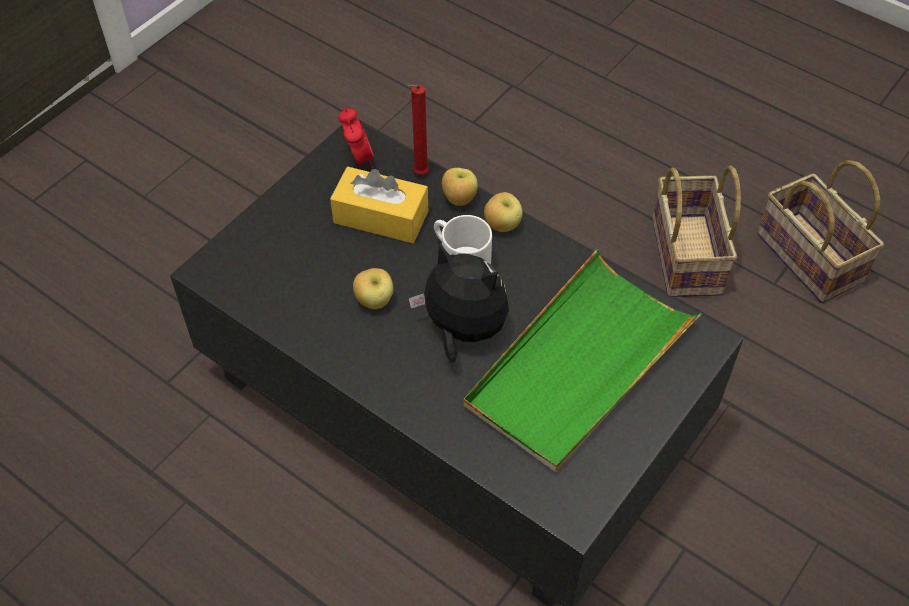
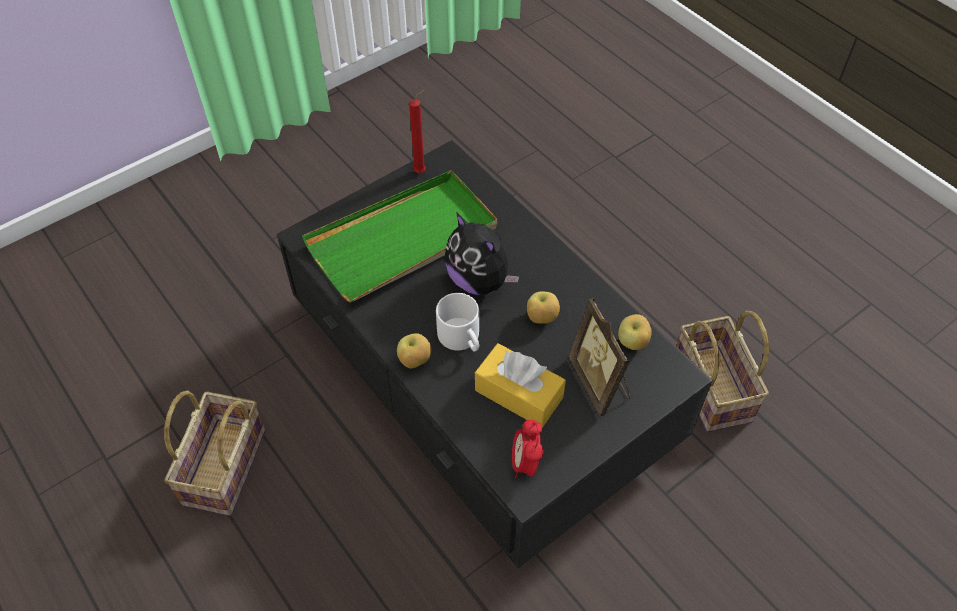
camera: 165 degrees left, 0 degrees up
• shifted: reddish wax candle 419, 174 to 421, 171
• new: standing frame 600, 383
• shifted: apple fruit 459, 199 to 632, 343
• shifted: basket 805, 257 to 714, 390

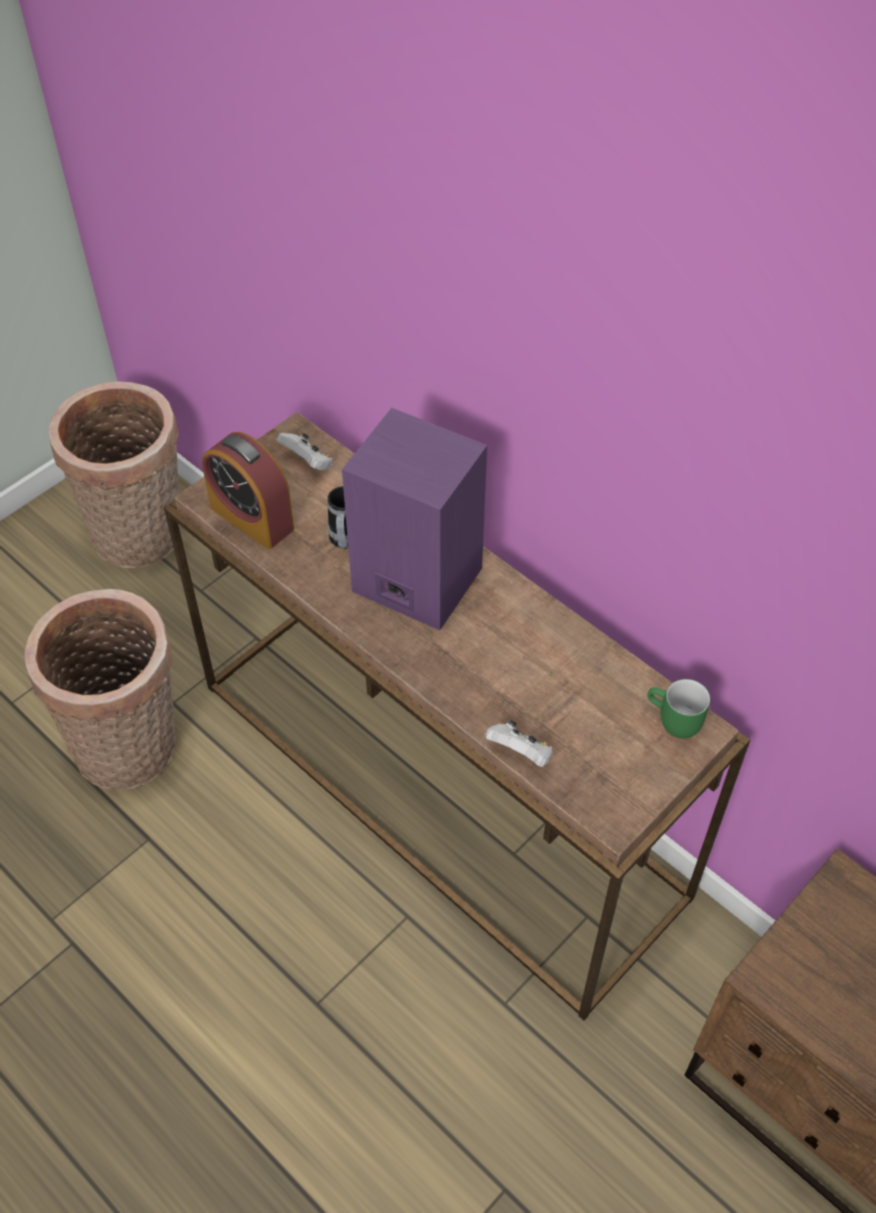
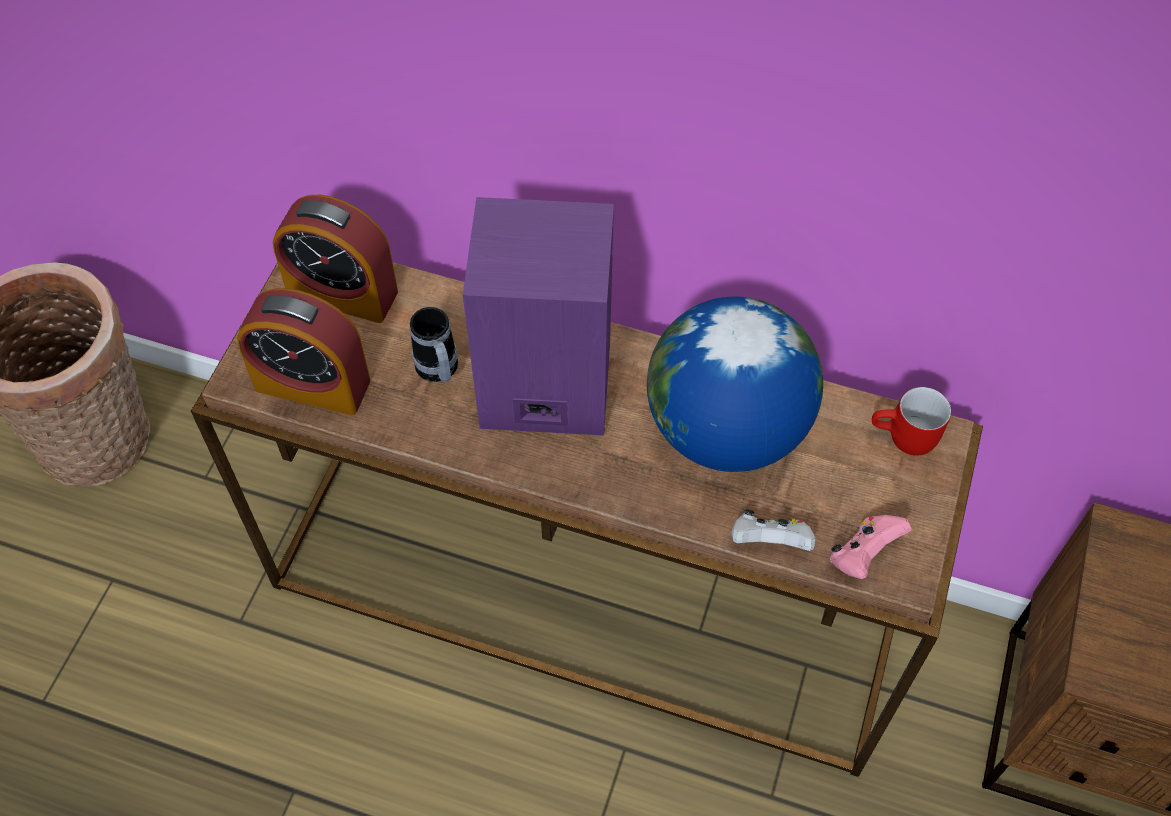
camera: 25 degrees left, 5 degrees up
• swapped: white-coloured gamepad 308, 463 to alarm clock 343, 293
• new: globe 726, 429
• new: pink-coloured gamepad 863, 555
• repainted: greenish coffee mug 673, 722 to reddish coffee mug 905, 439
• gone: basket 132, 748

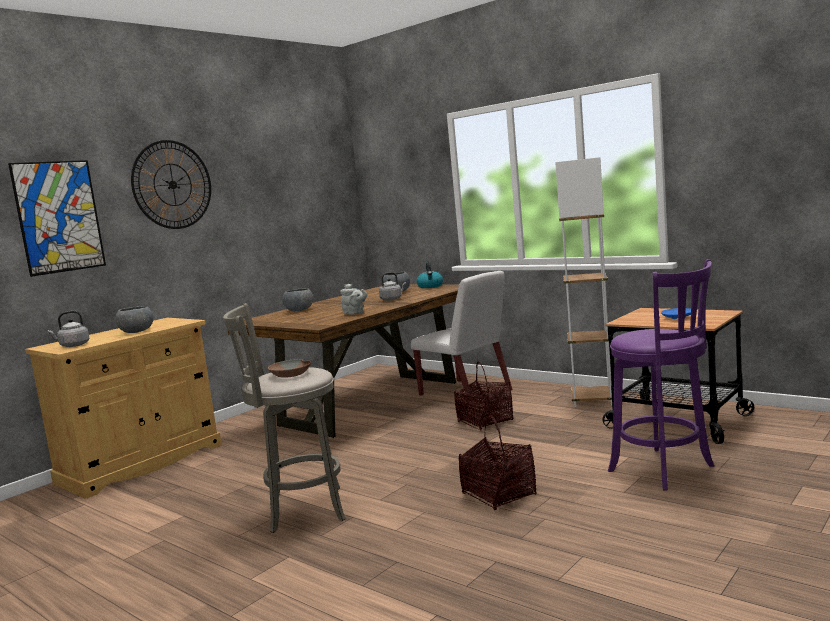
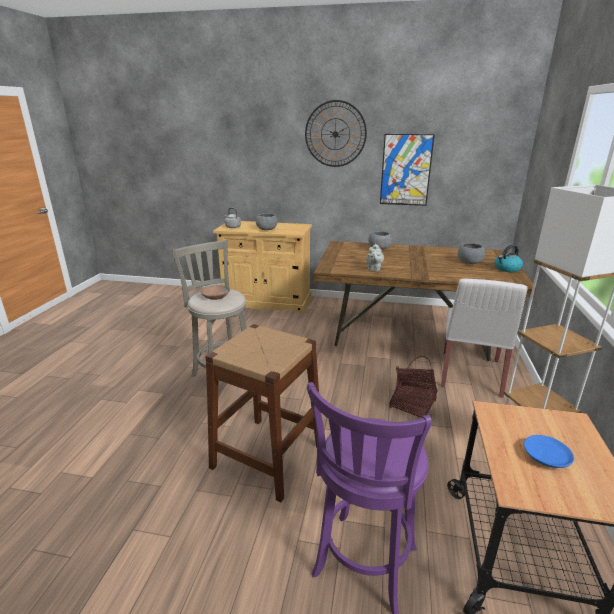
camera: 60 degrees right, 15 degrees up
• swapped: basket 498, 495 to brown-coloured stool seat 267, 456
• shifted: wall picture 59, 217 to 405, 170
• gone: greyish tea kettle 392, 299

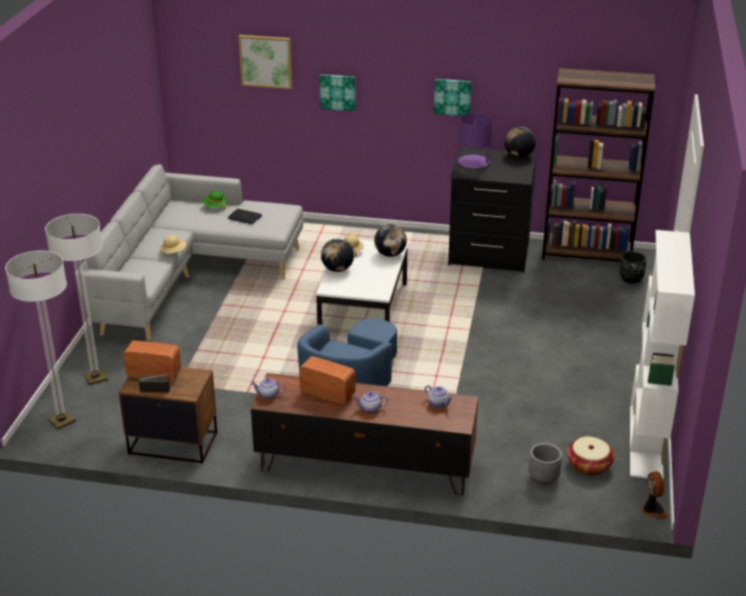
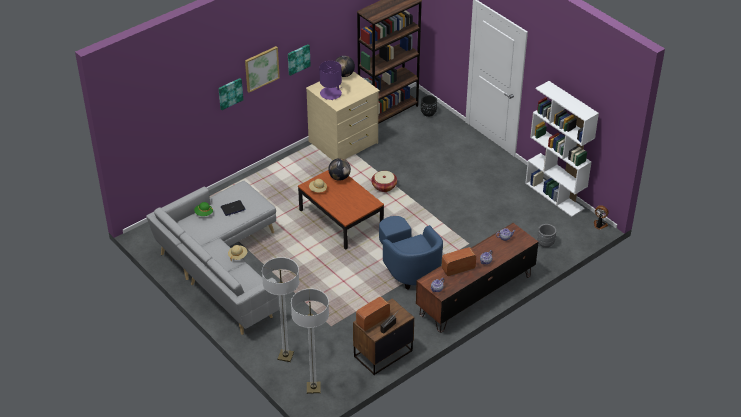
camera: 50 degrees left, 10 degrees up
• shifted: wall picture 266, 61 to 261, 68
• repainted: white-coloured lounge table 363, 308 to brown-coloured lounge table 340, 219
• repainted: black chest of drawers 489, 253 to beige-coloured chest of drawers 344, 143
• shifted: basket 589, 465 to 384, 186
• gone: globe 337, 269

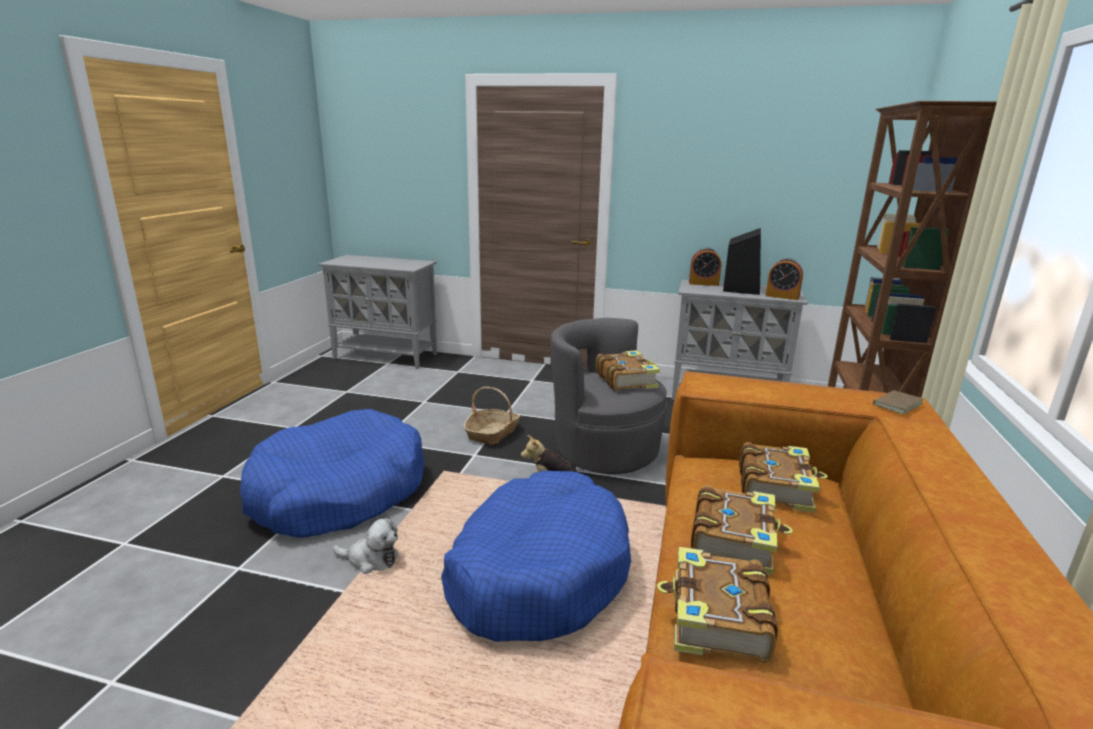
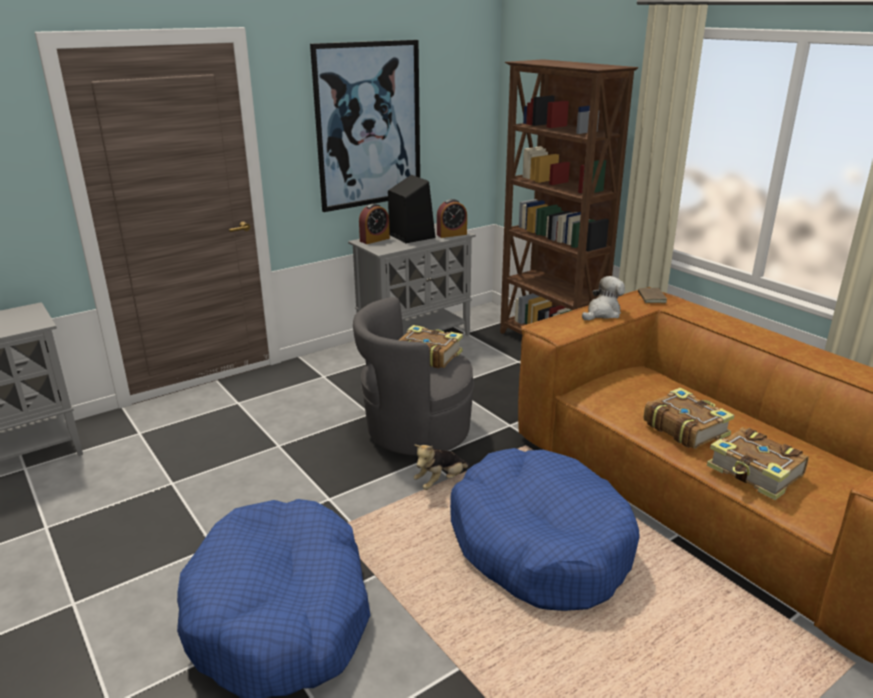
camera: 50 degrees left, 5 degrees up
• new: wall picture 368, 125
• shifted: soft toy 370, 560 to 602, 313
• gone: basket 492, 433
• gone: book 776, 487

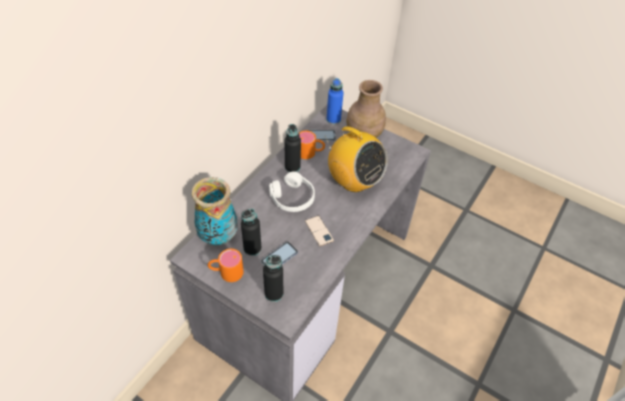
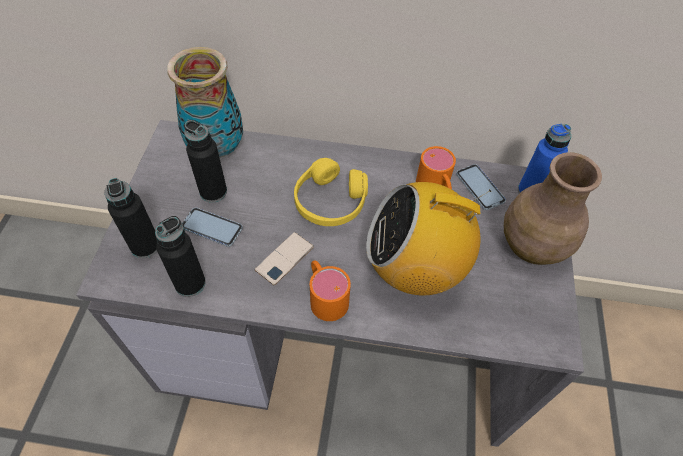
camera: 65 degrees right, 5 degrees up
• shifted: black bottle 292, 167 to 190, 283
• repainted: white-coloured pair of headphones 292, 198 to yellow pair of headphones 330, 201
• shifted: orange-coloured coffee mug 226, 272 to 325, 296
• rotated: radio 353, 181 = 414, 269 75 degrees clockwise

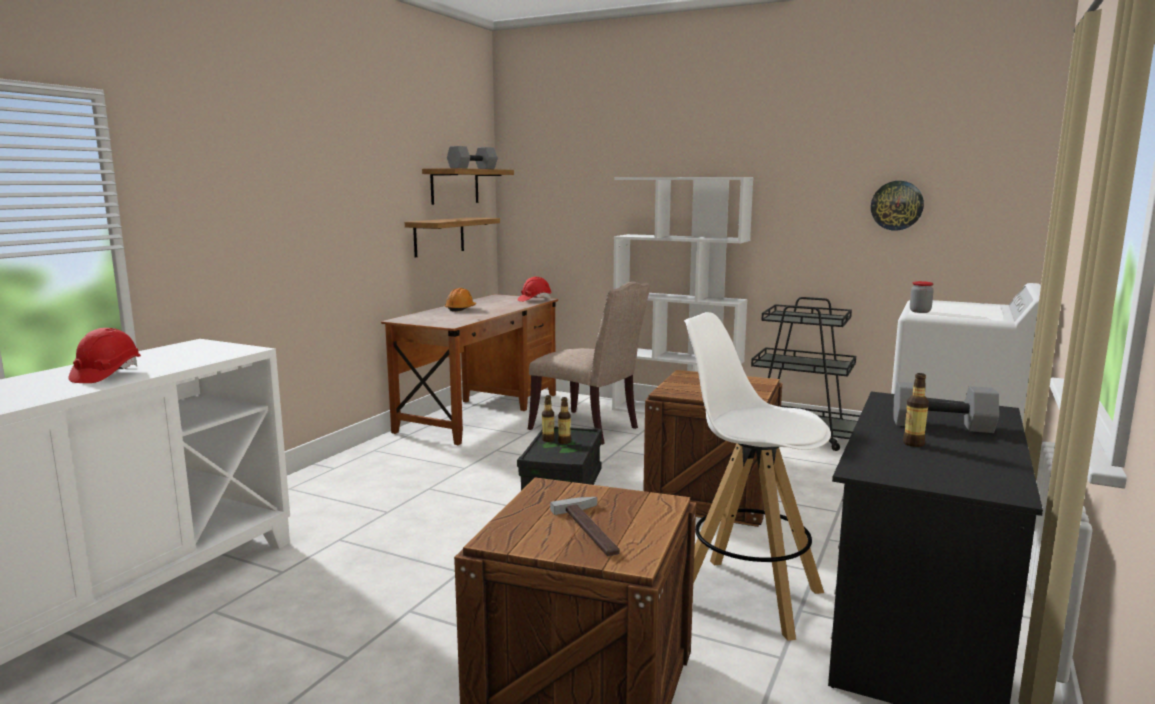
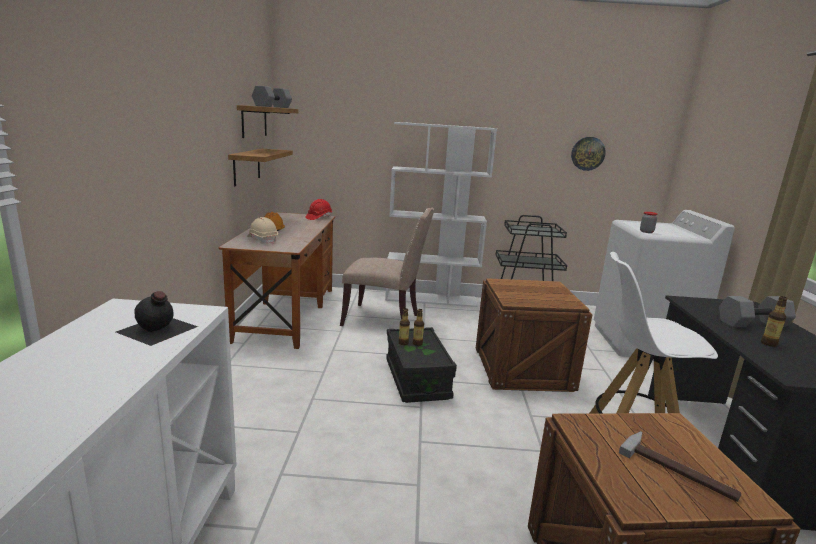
camera: 25 degrees left, 5 degrees up
• new: black bottle 157, 329
• new: beige-coloured hard hat 262, 240
• gone: reddish hard hat 106, 375

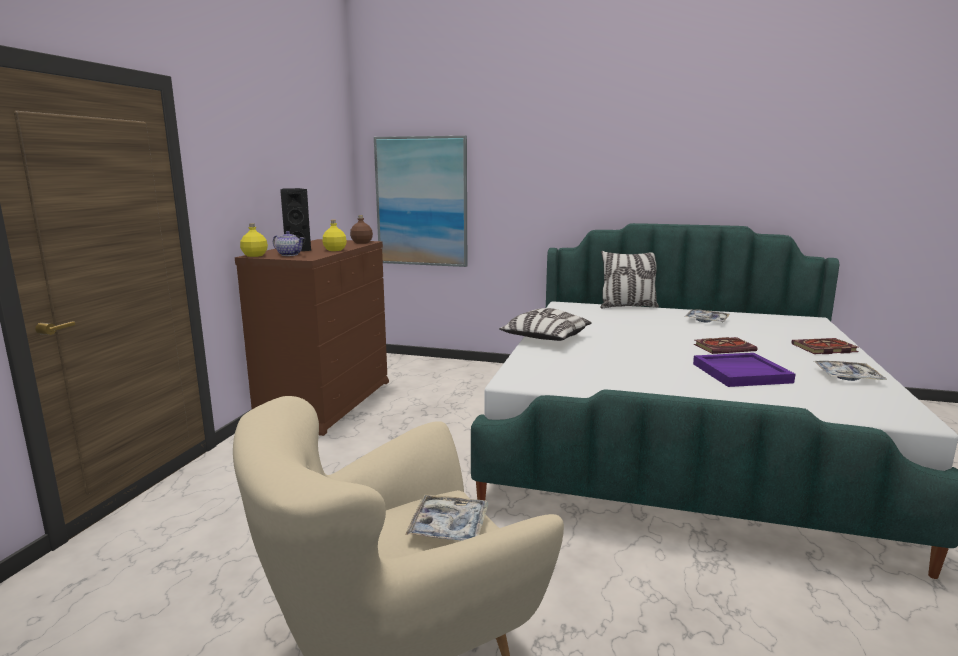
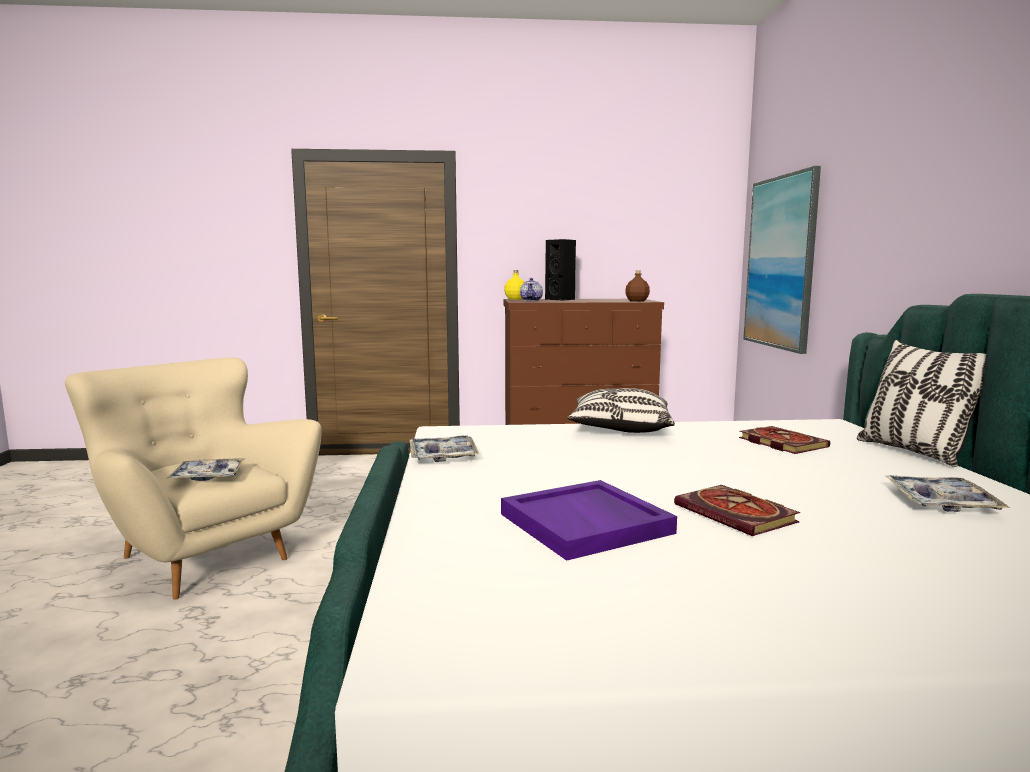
camera: 70 degrees right, 5 degrees down
• shifted: carrying tray 847, 377 to 443, 456
• shifted: book 823, 349 to 780, 443
• gone: yellow bottle 335, 250

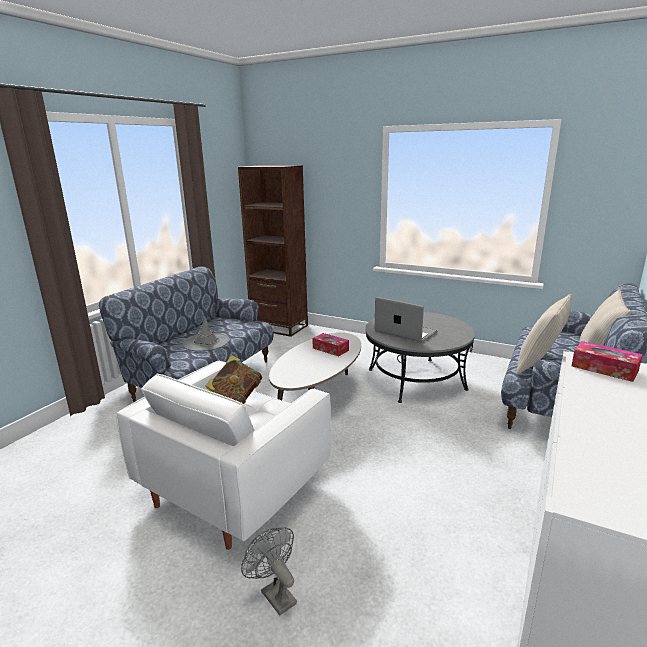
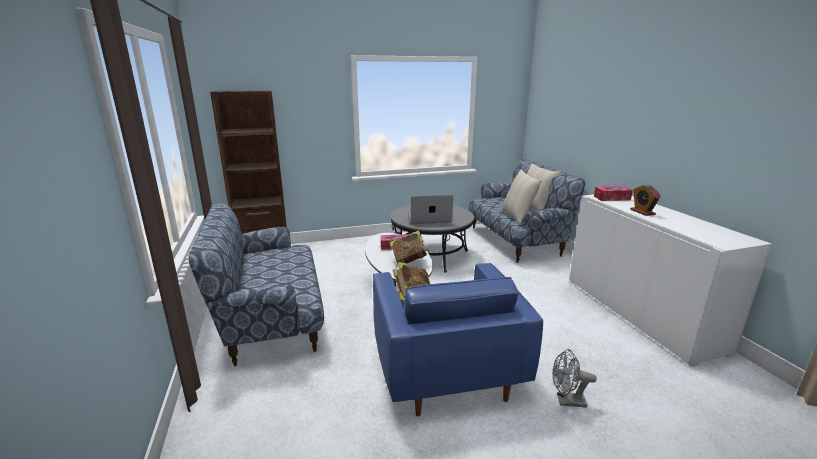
camera: 45 degrees left, 0 degrees up
• repainted: white-coloured easy chair 236, 486 to bluish easy chair 445, 368
• new: book 409, 261
• new: alarm clock 642, 212
• gone: greyish clothing hat 206, 342

